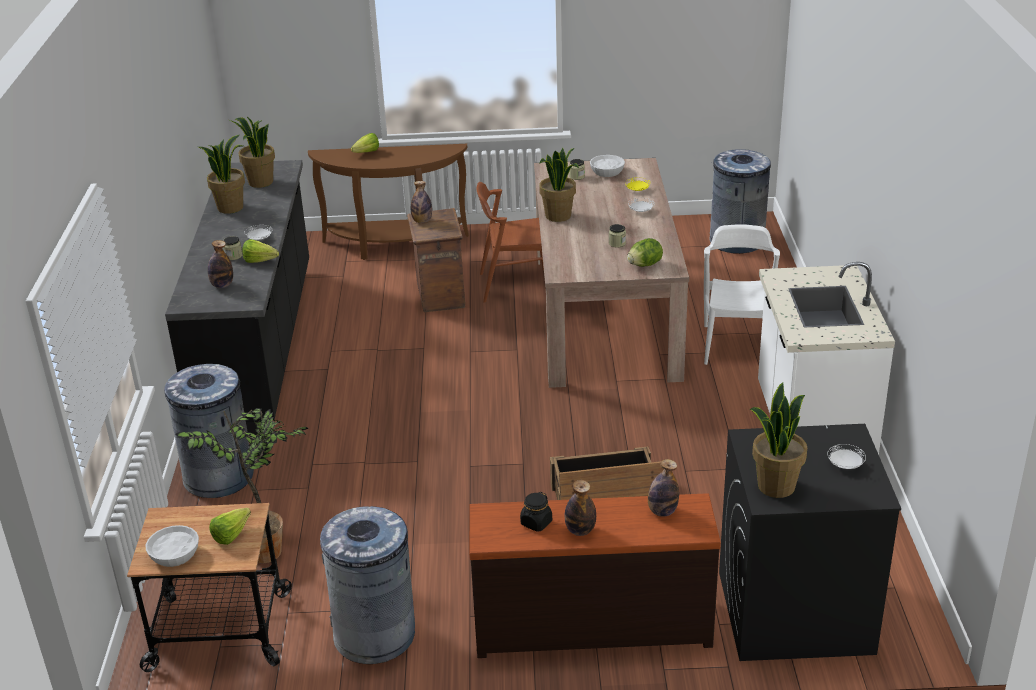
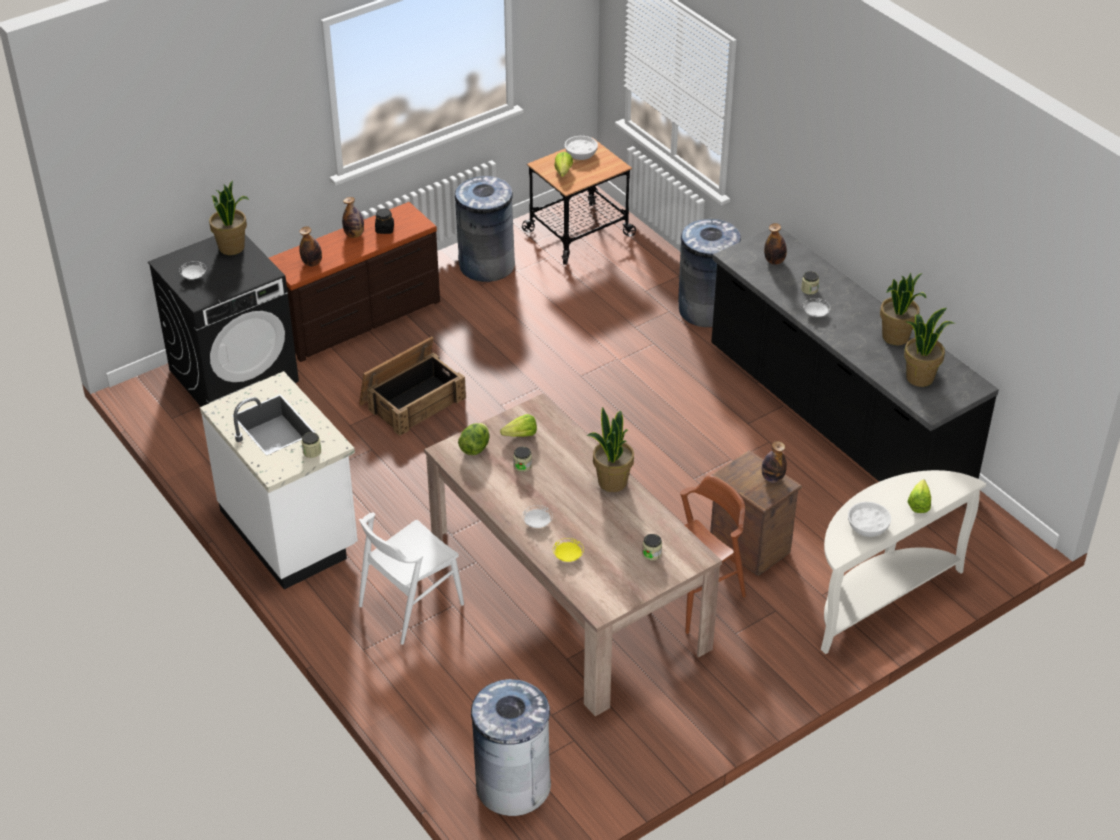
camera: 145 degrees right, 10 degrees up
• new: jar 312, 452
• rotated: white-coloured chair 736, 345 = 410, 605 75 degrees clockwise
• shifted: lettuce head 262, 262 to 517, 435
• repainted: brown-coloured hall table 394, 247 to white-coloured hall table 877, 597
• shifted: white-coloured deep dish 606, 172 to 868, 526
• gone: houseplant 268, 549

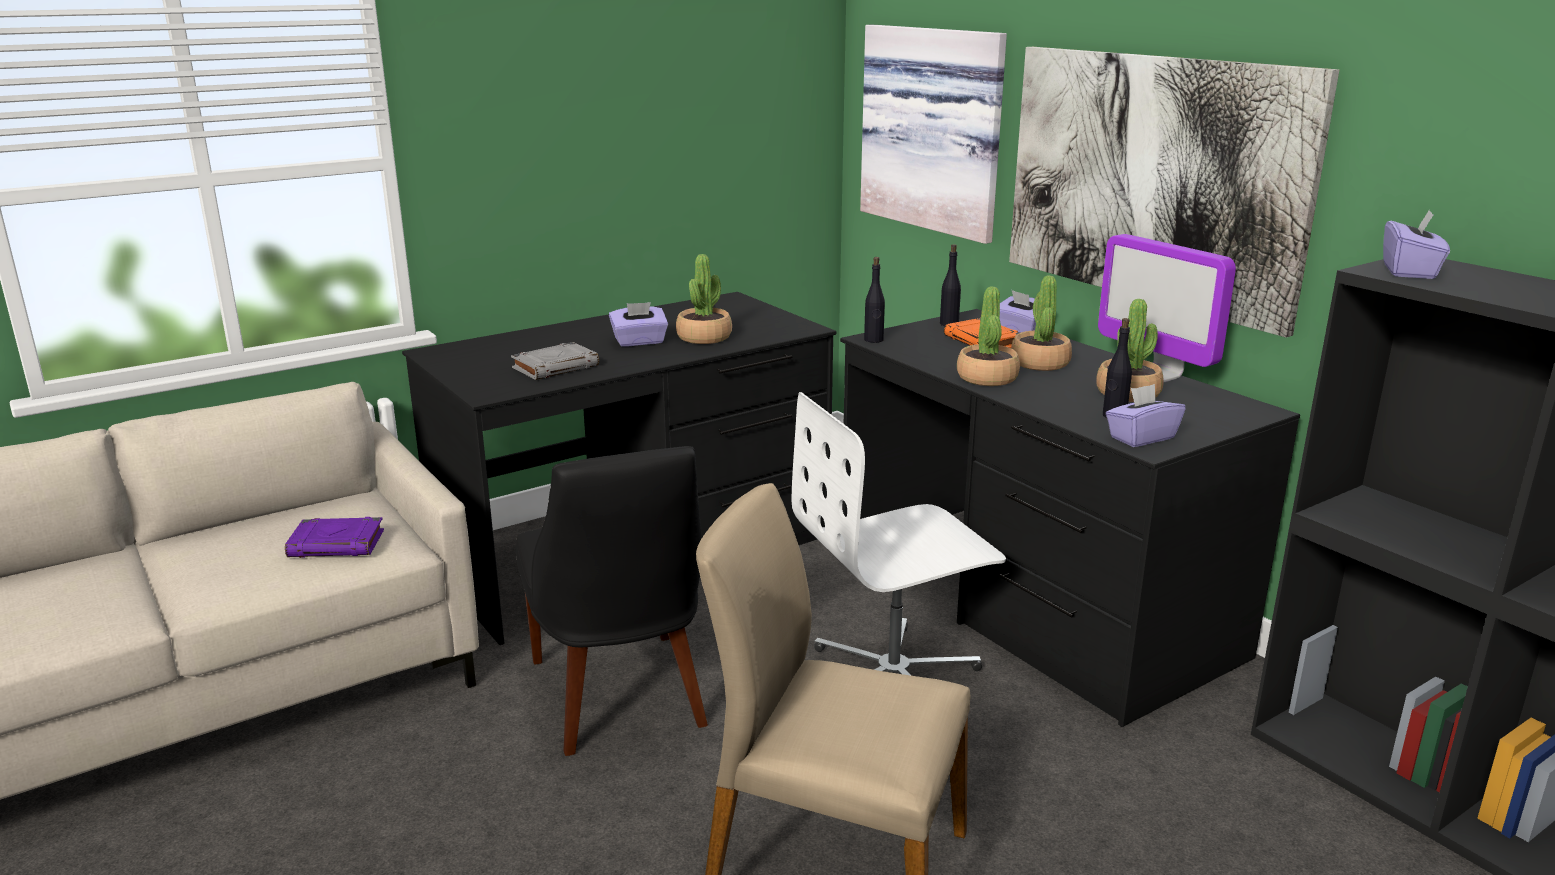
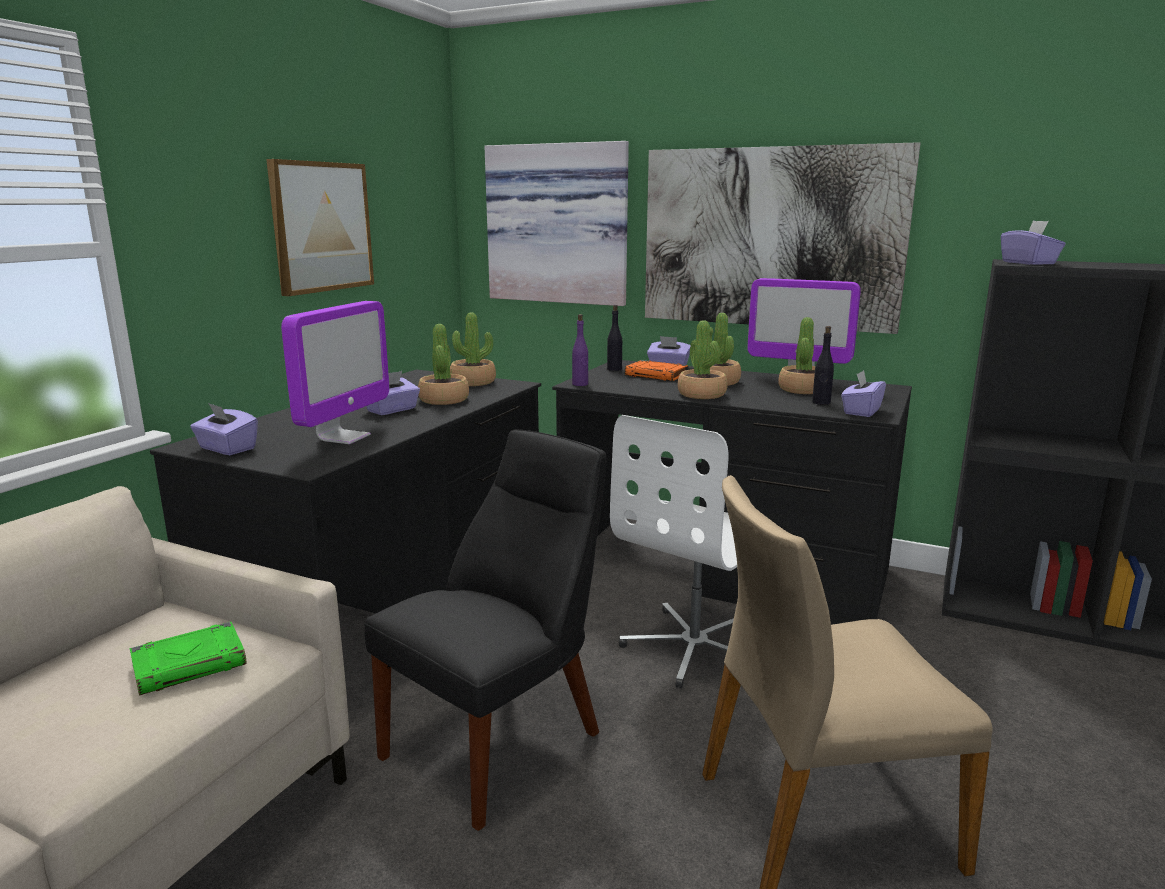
camera: 30 degrees left, 5 degrees down
• repainted: purple book 337, 544 to greenish book 191, 664
• new: purple tissue box 227, 449
• new: wall picture 321, 227
• swapped: greyish book 556, 367 to monitor 344, 437
• rotated: black chair 620, 698 = 500, 741 90 degrees counterclockwise
• new: houseplant 473, 382
• repainted: black bottle 873, 340 to purple bottle 580, 384

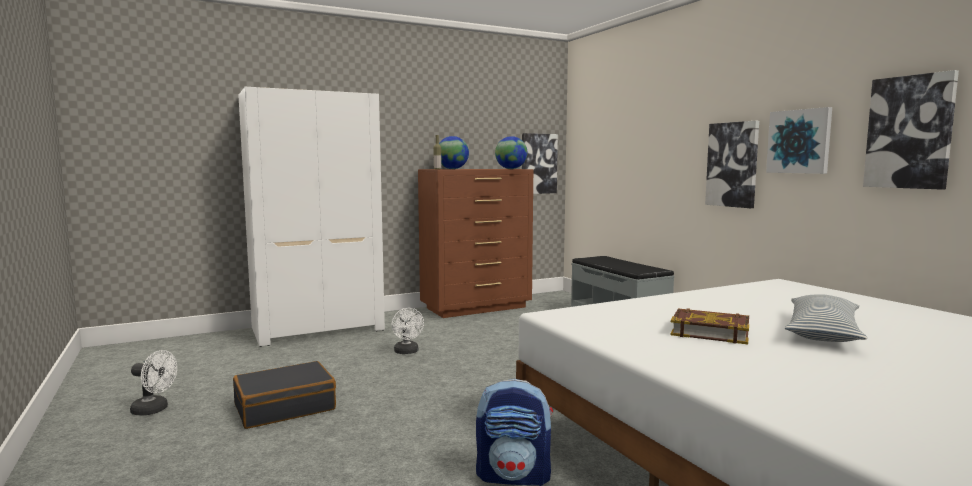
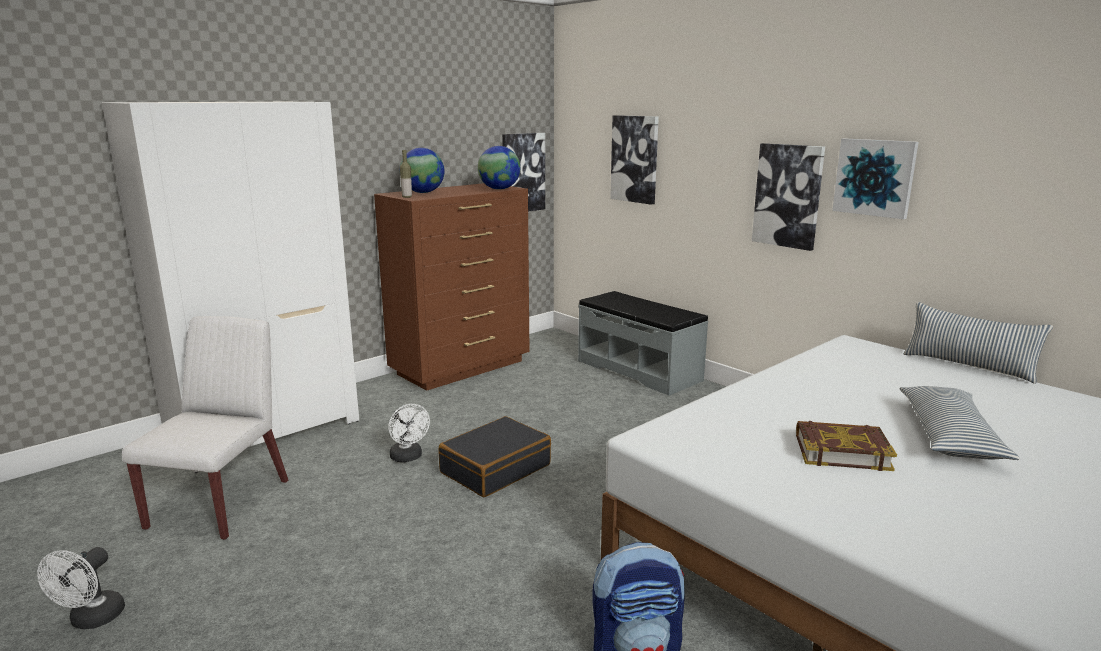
camera: 15 degrees left, 10 degrees up
• rotated: white-coloured cooling fan 154, 410 = 92, 620 105 degrees clockwise
• new: white-coloured chair 221, 503
• shifted: black piece of luggage 285, 407 to 495, 468
• shifted: wall picture 909, 132 to 635, 159
• new: cushion 968, 366

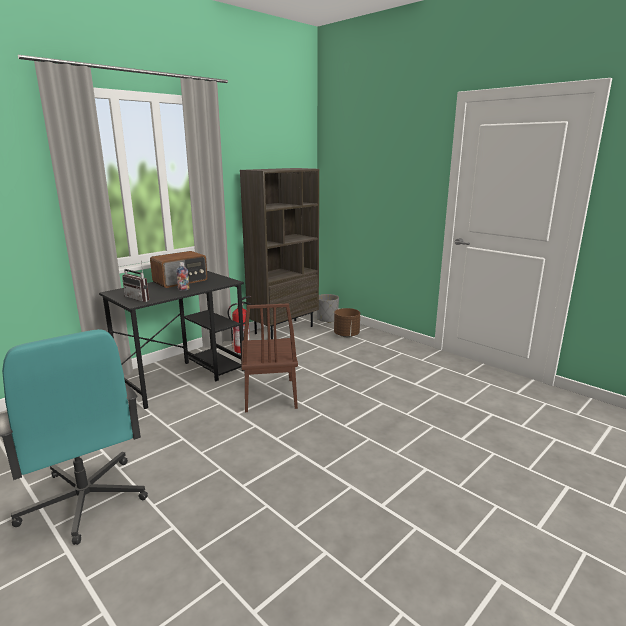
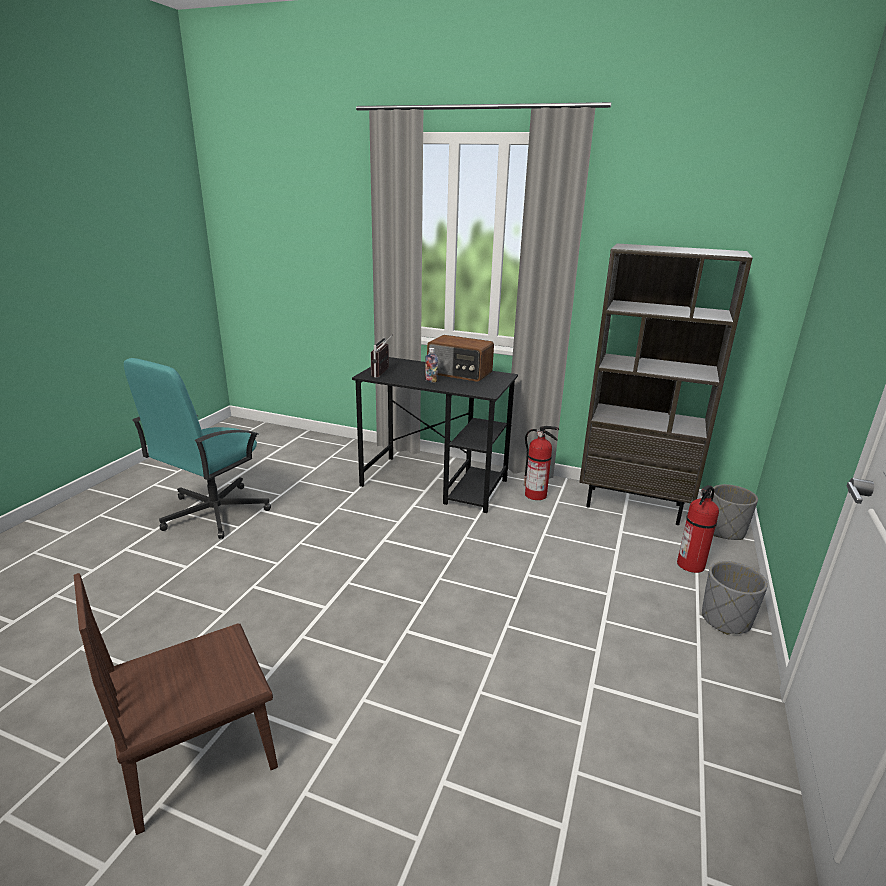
camera: 65 degrees right, 5 degrees up
• shifted: brown-coloured chair 269, 394 to 199, 756
• swapped: brown-coloured planter 346, 335 to fire extinguisher 691, 565
• new: greyish planter 725, 619

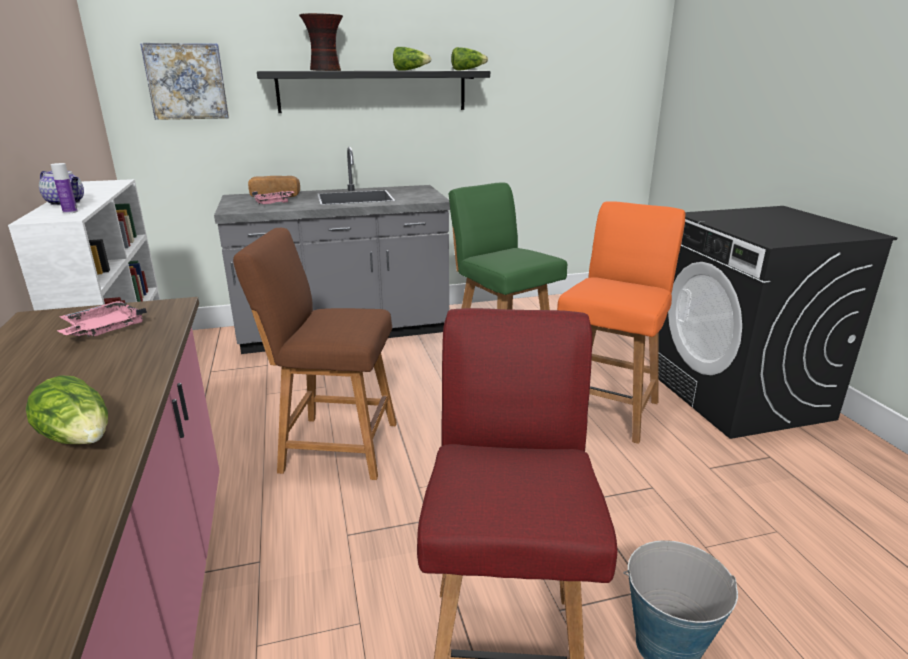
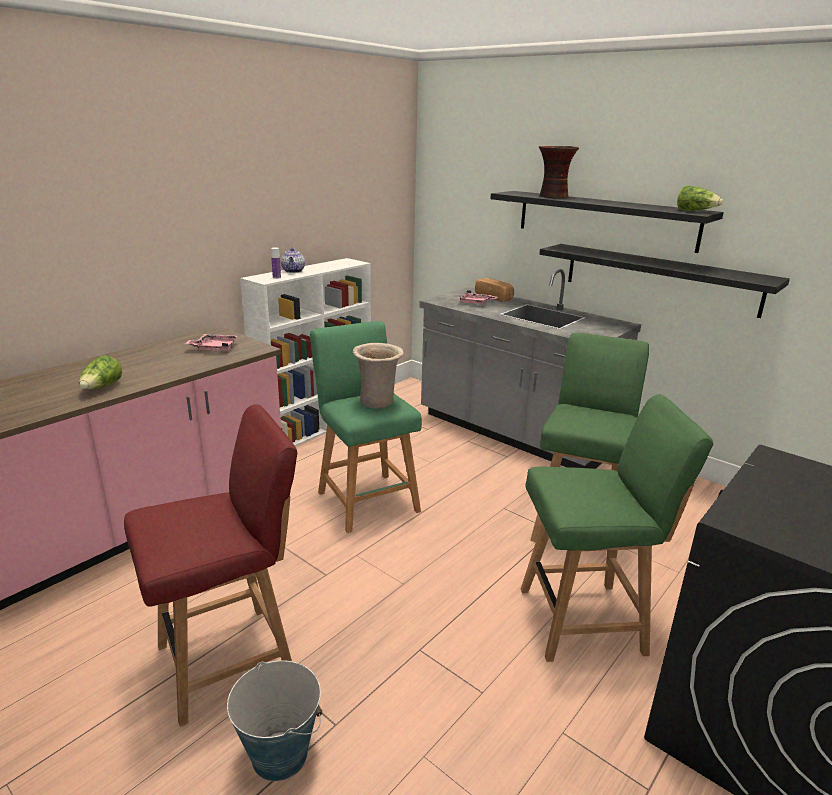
camera: 55 degrees right, 0 degrees up
• repainted: brown-coloured stool seat 333, 446 to greenish stool seat 366, 499
• new: beige-coloured decorative vase 378, 402
• repainted: orange-coloured chair 607, 409 to greenish chair 584, 620
• new: black shelf 659, 278
• gone: wall picture 186, 81
• gone: lettuce head 410, 70

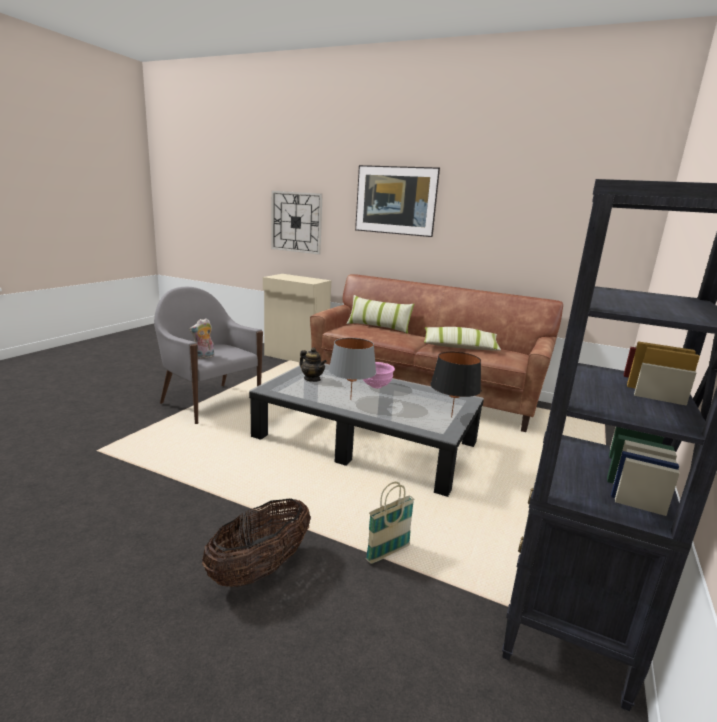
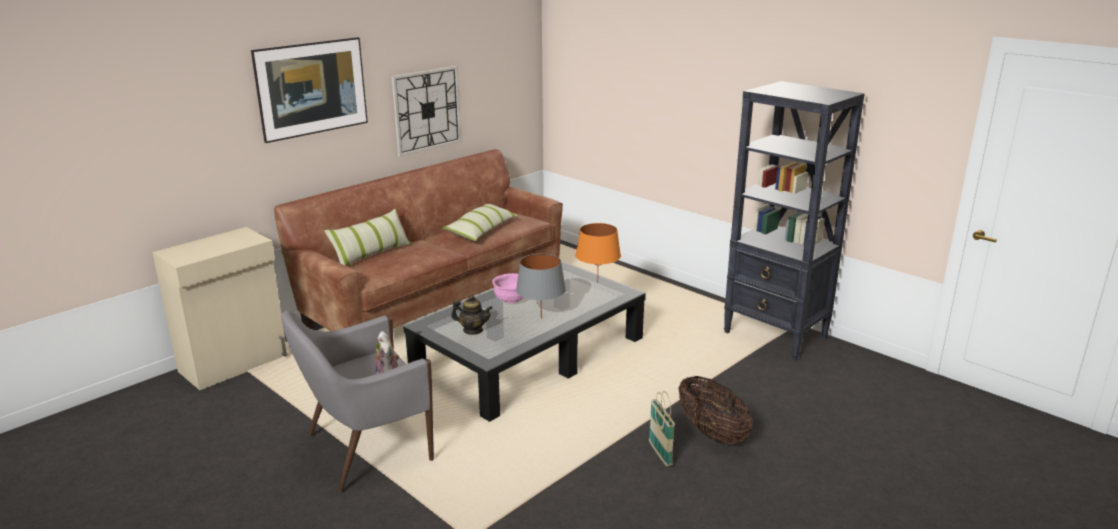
camera: 70 degrees left, 5 degrees up
• shifted: hanging clock 296, 222 to 427, 110
• rotated: teapot 312, 379 = 473, 330 45 degrees clockwise
• repainted: black tabletop lamp 451, 417 to orange-coloured tabletop lamp 597, 282
• shifted: basket 388, 554 to 660, 454

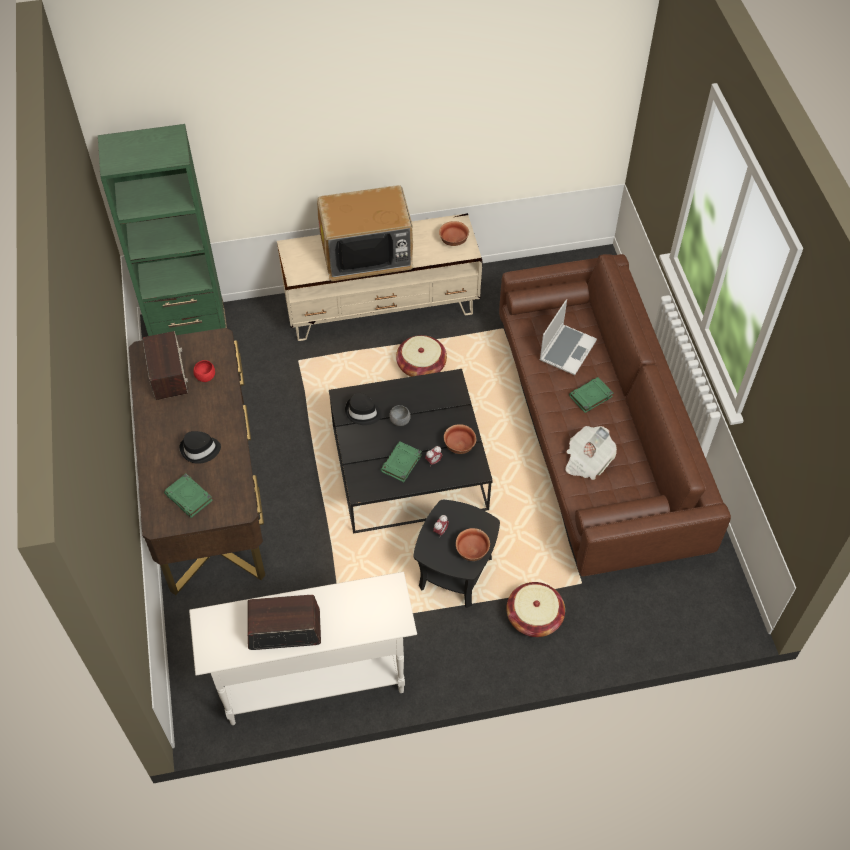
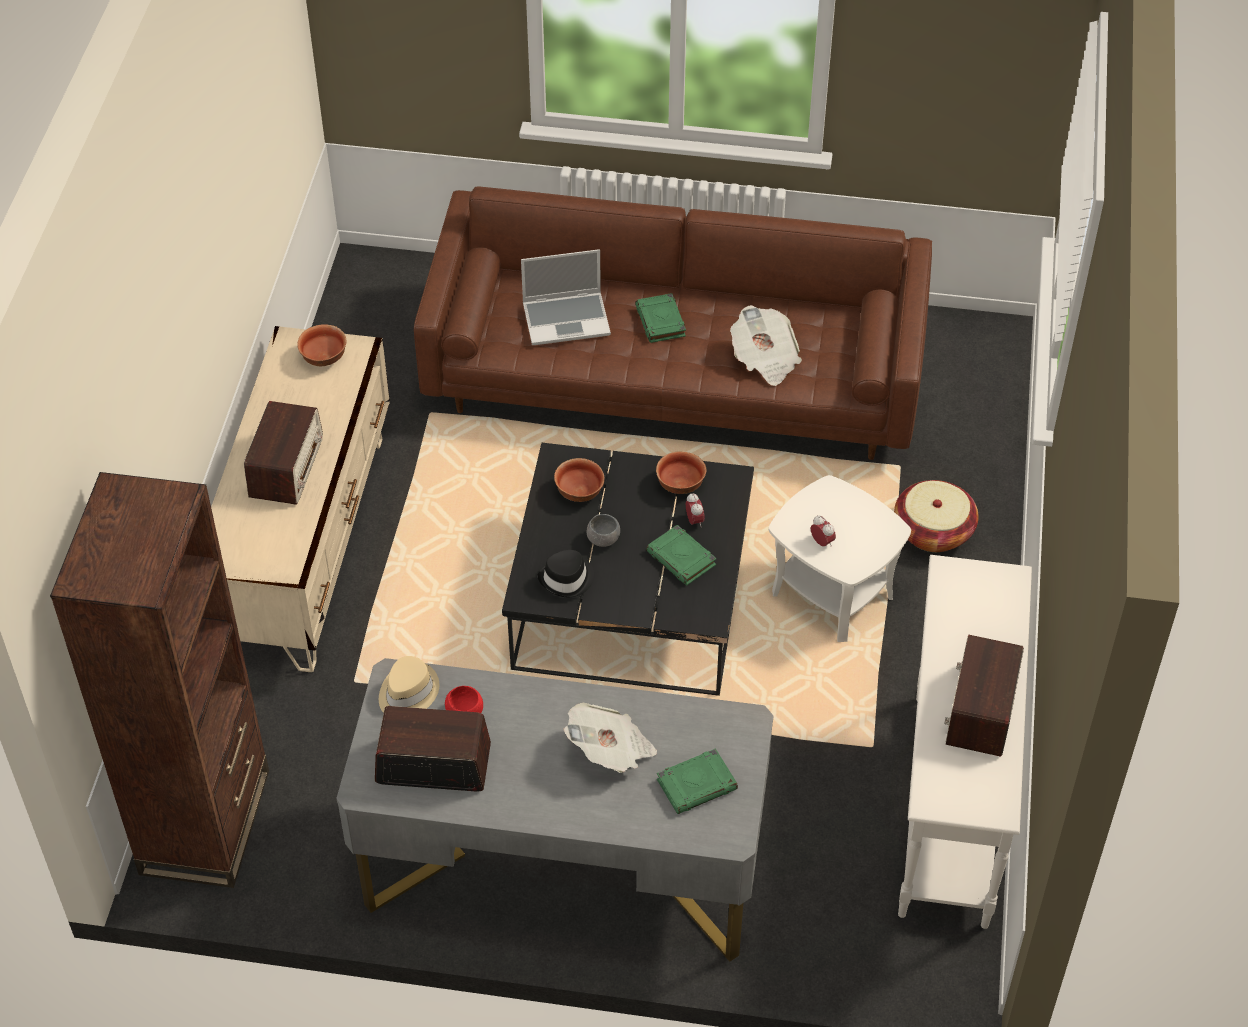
camera: 70 degrees left, 5 degrees down
• repainted: greenish shelving unit 190, 332 to brown-coloured shelving unit 205, 821
• swapped: television 366, 253 to radio 286, 466
• repainted: brown-coloured desk table 208, 492 to greyish desk table 562, 868
• new: beige-coloured clothing hat 407, 692
• rotated: laptop 567, 350 = 567, 319 120 degrees clockwise
• shifted: deep dish 472, 551 to 580, 492
• swapped: black clothing hat 200, 450 to newspaper 611, 751
• repainted: black side table 455, 572 to white-coloured side table 832, 594
• gone: basket 421, 366

